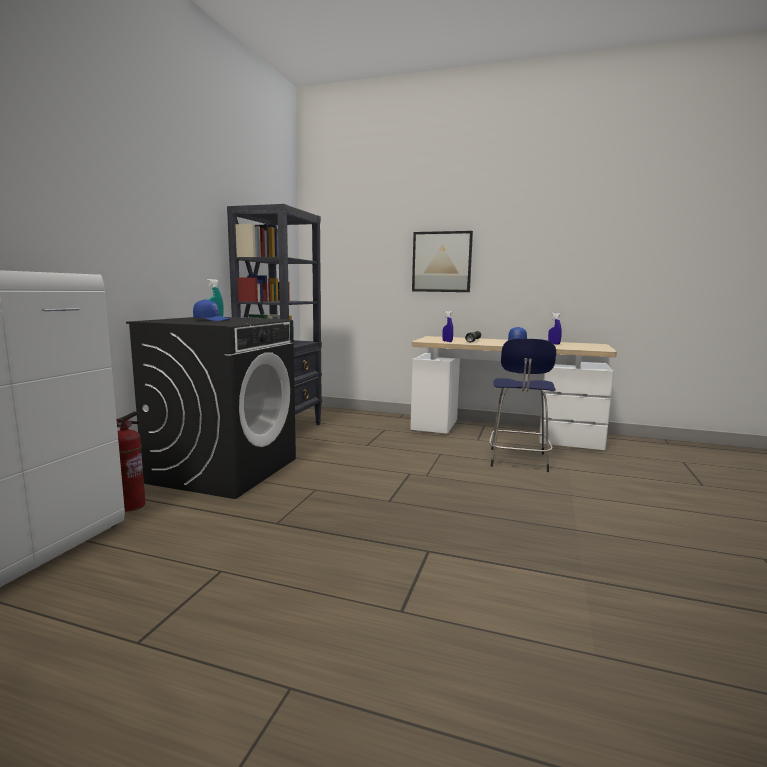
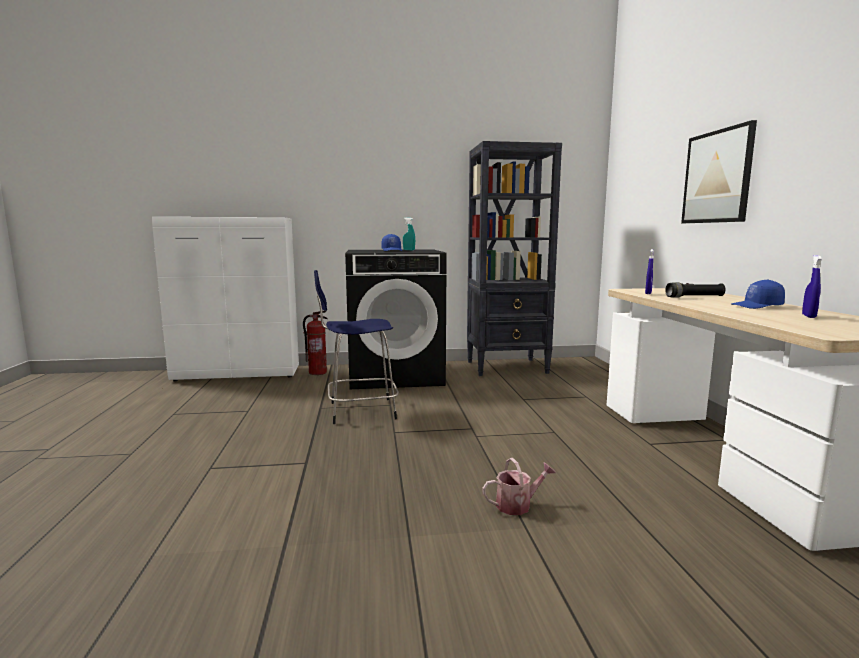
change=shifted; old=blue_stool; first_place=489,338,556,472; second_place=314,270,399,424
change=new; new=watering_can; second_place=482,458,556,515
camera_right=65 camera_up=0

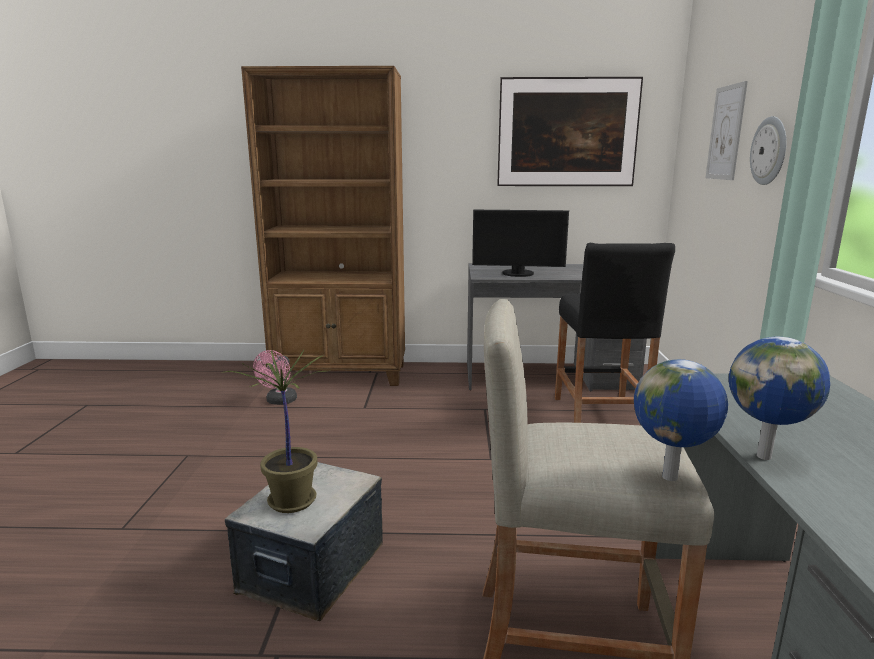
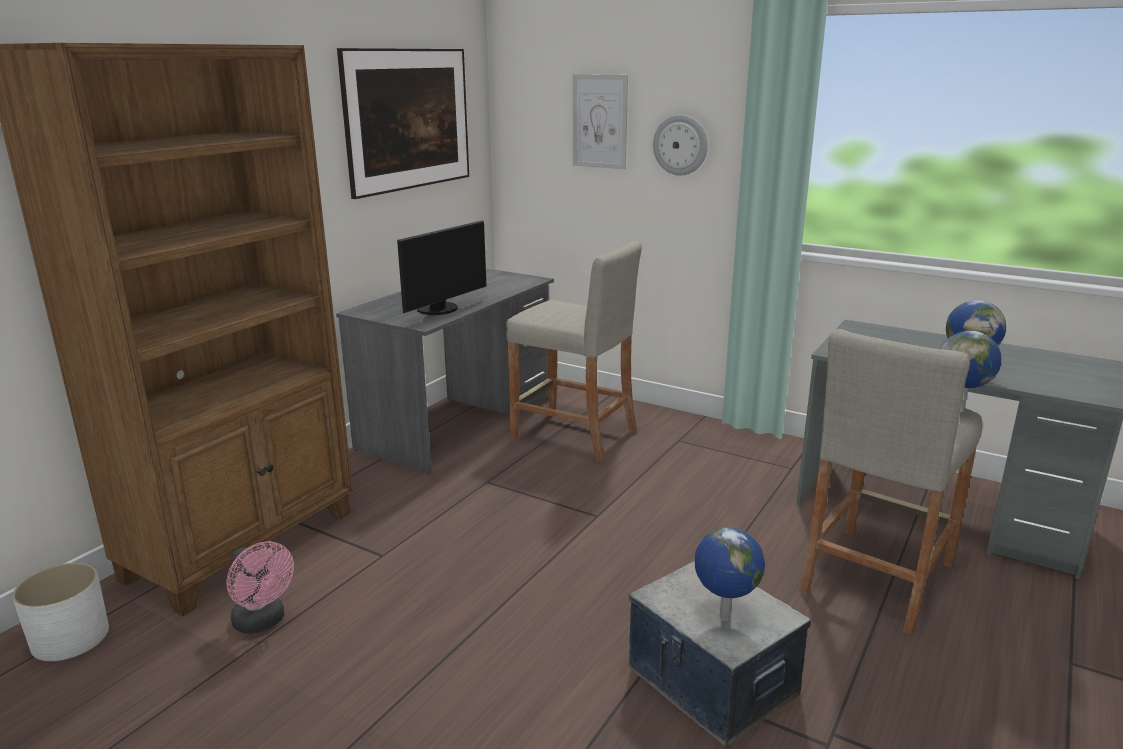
change=swapped; old=potted_plant; new=globe; first_place=221,350,332,513; second_place=695,527,765,621
change=repainted; old=black_stool; new=beige_stool; first_place=555,243,675,423; second_place=506,241,642,462
change=new; new=white_planter; second_place=12,563,109,661
camera_right=-60 camera_up=5

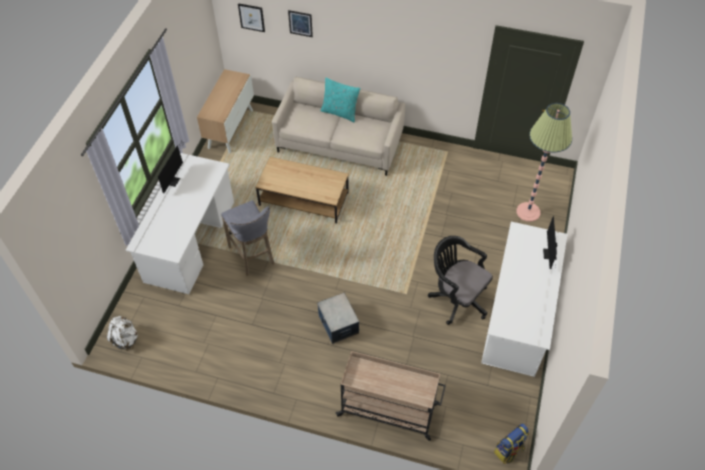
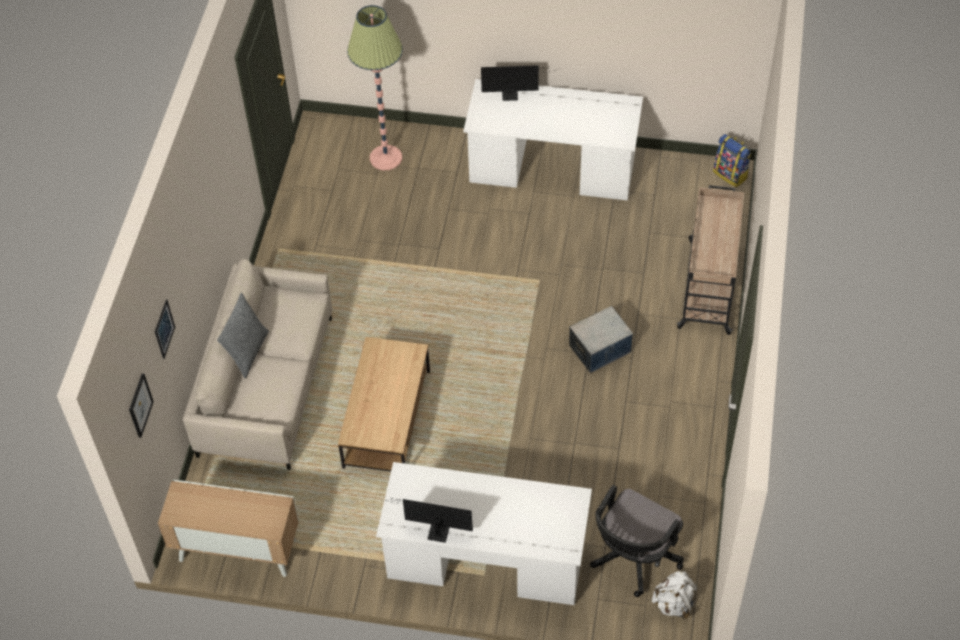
change=gone; old=grey_stool; first_place=221,200,274,276
change=repainted; old=turquoise_pillow; new=grey_pillow; first_place=320,78,360,123; second_place=217,293,269,378
change=shifted; old=black_office_chair; first_place=428,236,493,325; second_place=590,485,684,597
camera_right=-95 camera_up=0

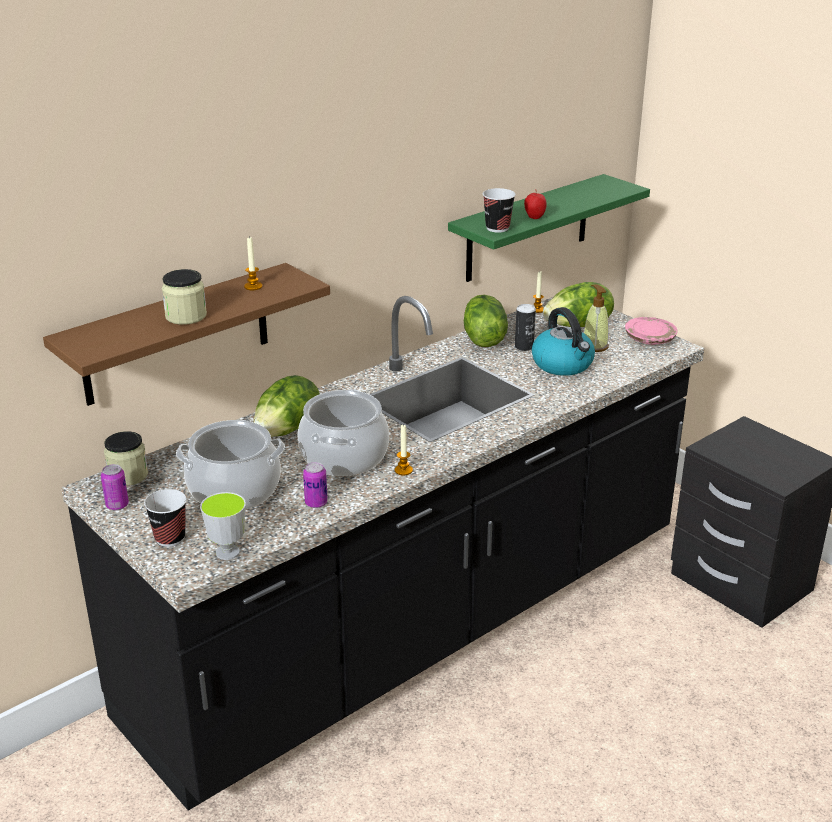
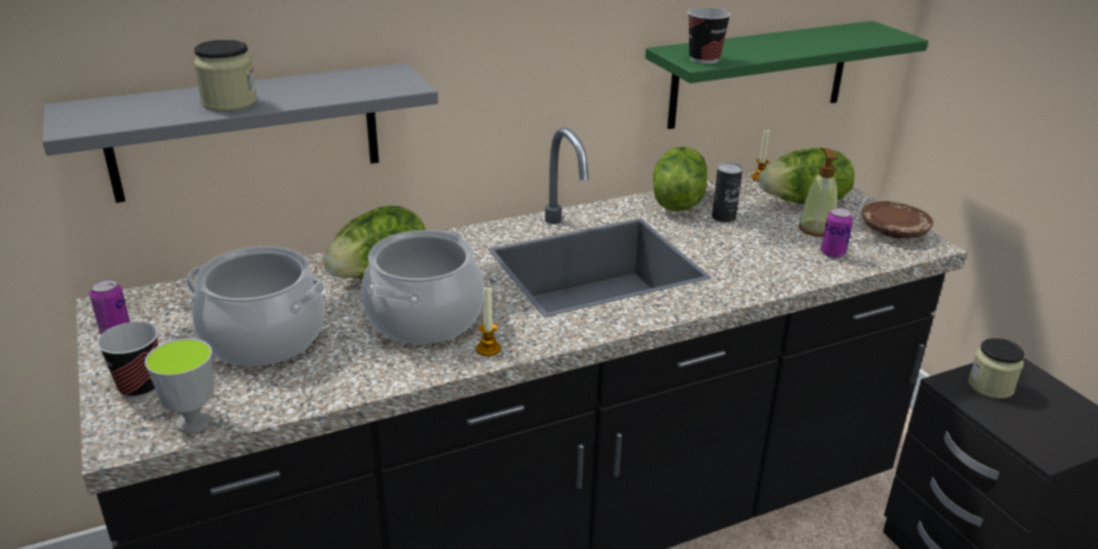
change=repainted; old=brown_shelf; new=grey_shelf; first_place=43,263,330,406; second_place=43,63,438,203
change=shifted; old=jar; first_place=104,431,148,486; second_place=968,338,1025,399
change=gone; old=candle; first_place=244,236,262,290
change=shifted; old=can; first_place=303,462,328,508; second_place=821,208,853,258
change=gone; old=apple; first_place=524,189,546,219
change=gone; old=kettle; first_place=532,307,595,376
change=repainted; old=pink_plate; new=brown_plate; first_place=625,317,678,345; second_place=862,201,933,238
camera_right=15 camera_up=0

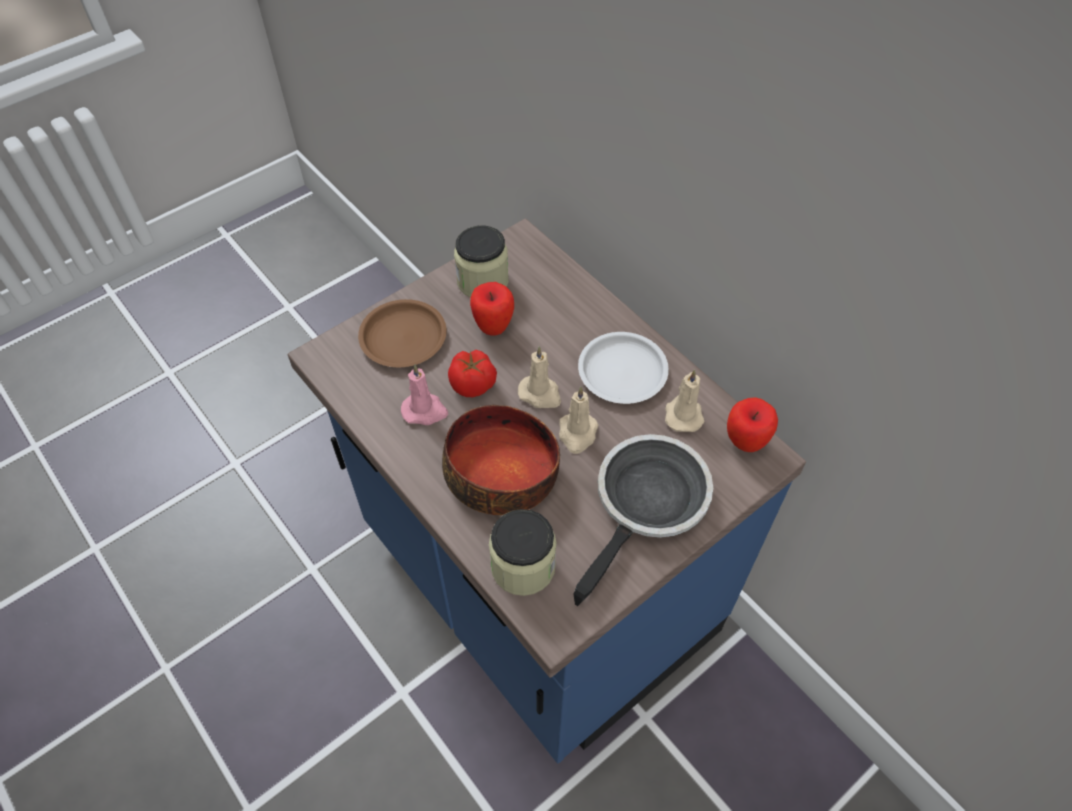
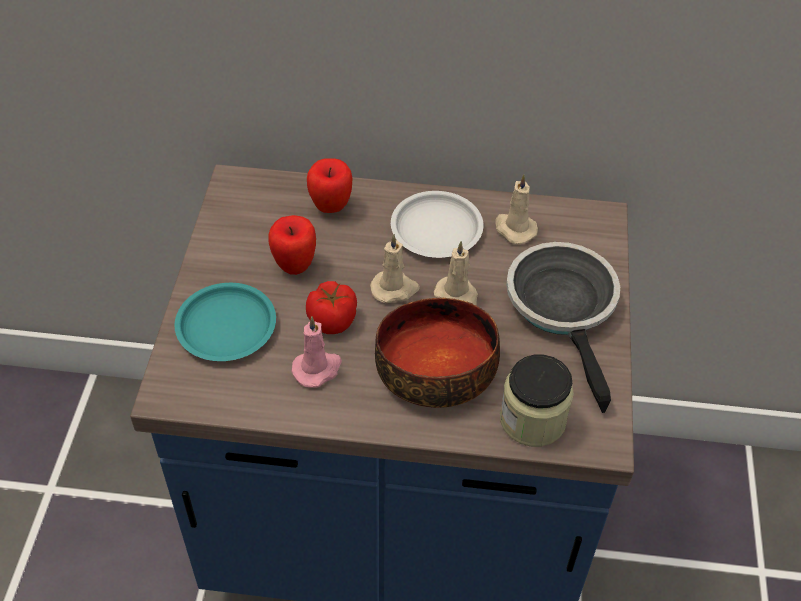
change=repainted; old=brown_plate; new=turquoise_plate; first_place=358,299,446,367; second_place=174,283,276,361
change=gone; old=jar; first_place=454,225,509,298
change=shifted; old=apple; first_place=727,397,778,452; second_place=307,158,352,213
camera_right=-45 camera_up=-5

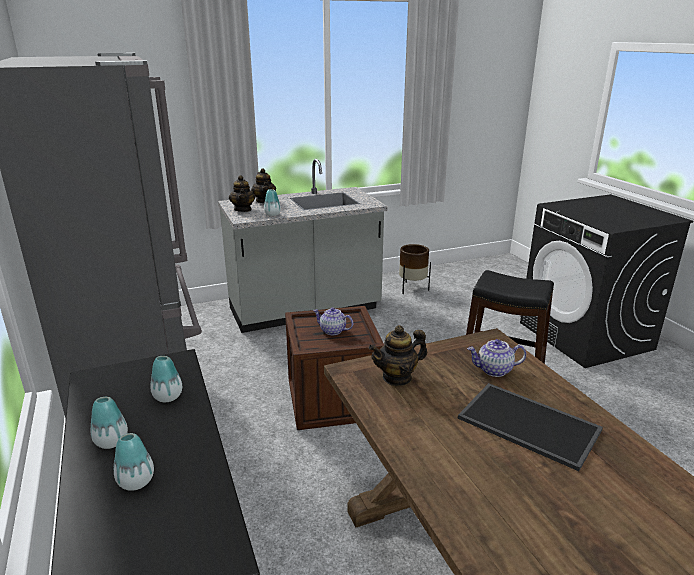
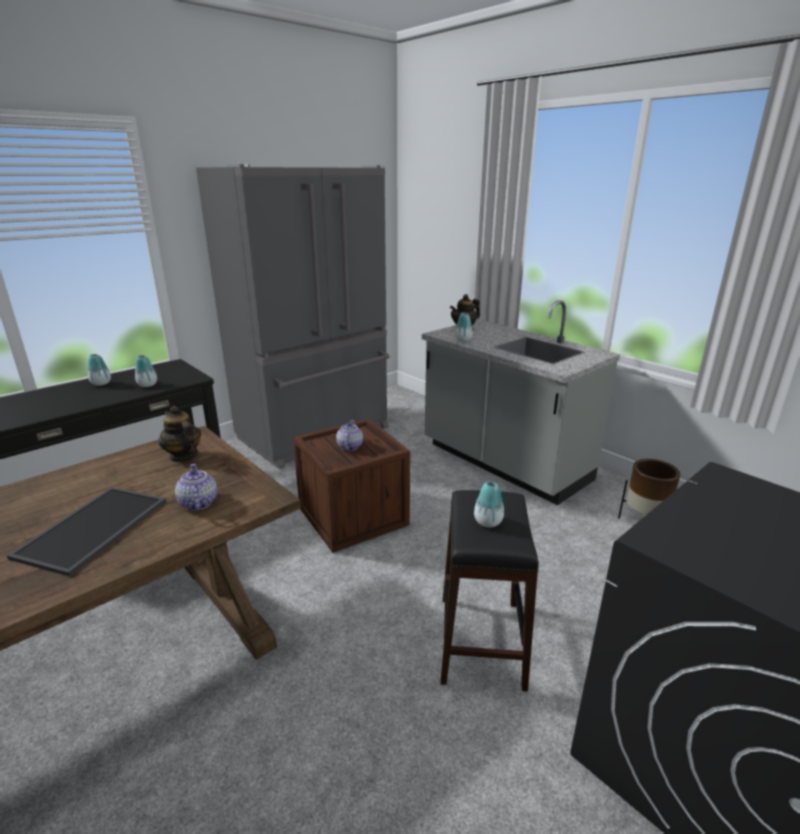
change=shifted; old=vase; first_place=114,433,154,491; second_place=474,481,504,527
change=gone; old=teapot; first_place=251,168,276,203
camera_right=70 camera_up=0

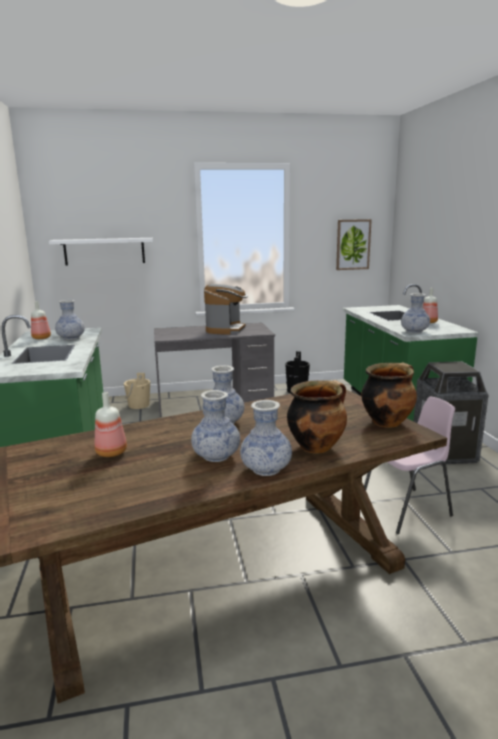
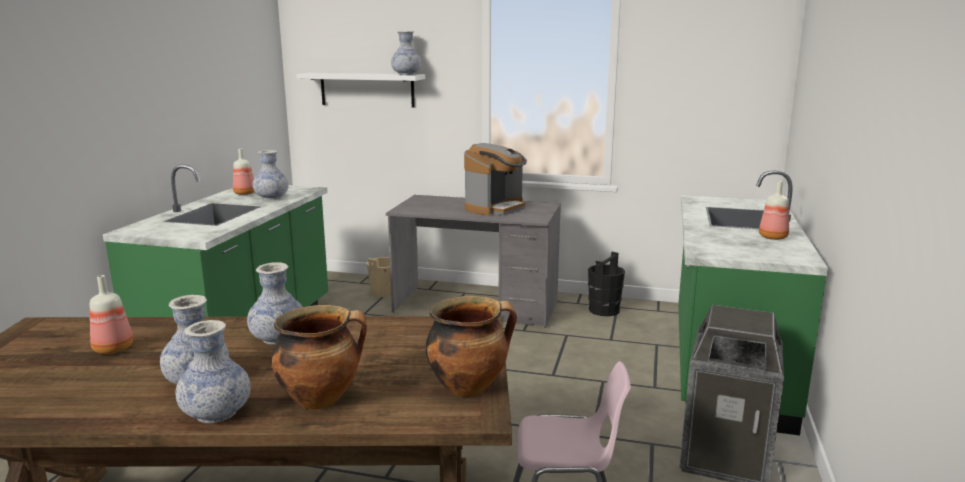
change=gone; old=picture; first_place=336,219,372,270
change=shifted; old=vase; first_place=401,293,430,333; second_place=391,31,422,75
camera_right=25 camera_up=0

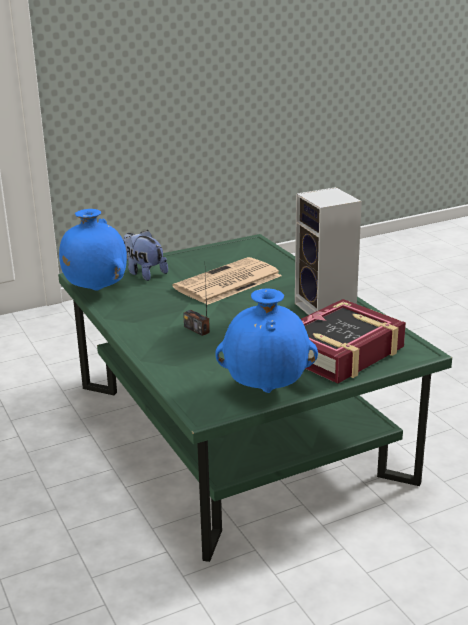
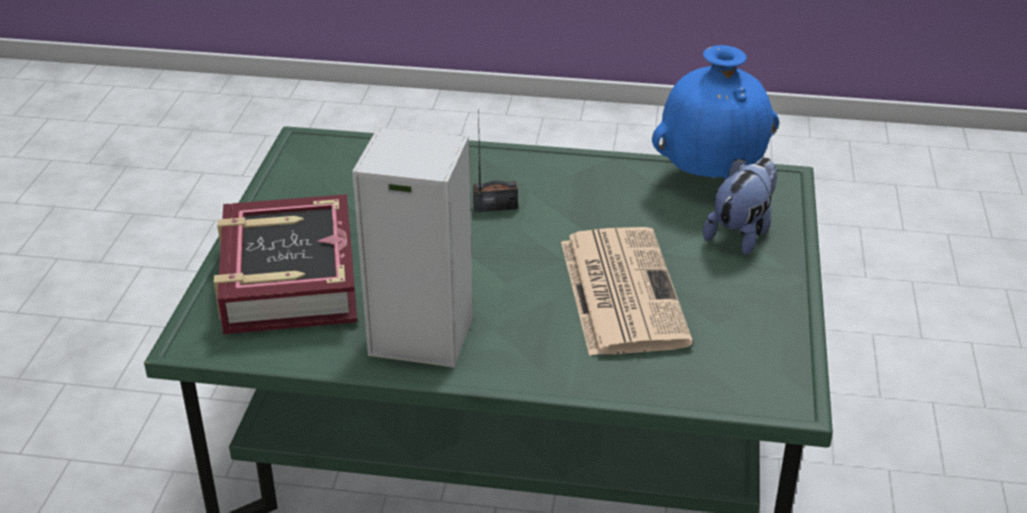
change=rotated; old=plush_toy; first_place=123,230,168,281; second_place=703,158,778,255; degrees=-45
change=gone; old=blue_vase; first_place=215,289,318,393
camera_right=125 camera_up=10

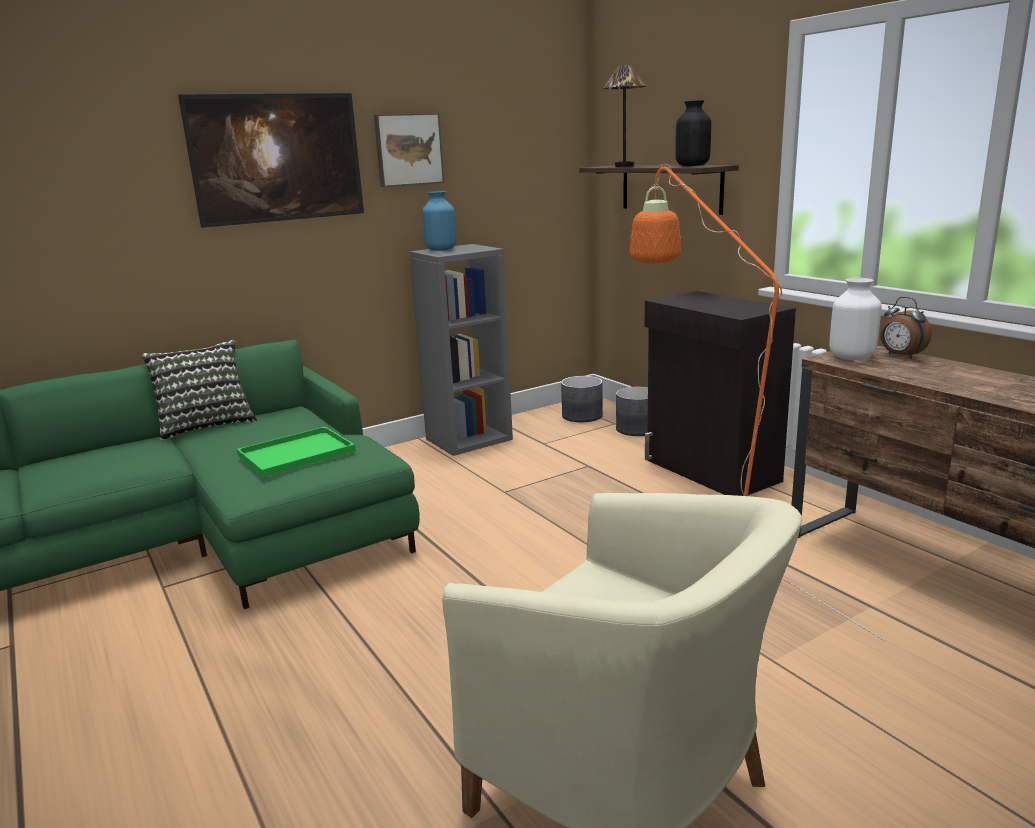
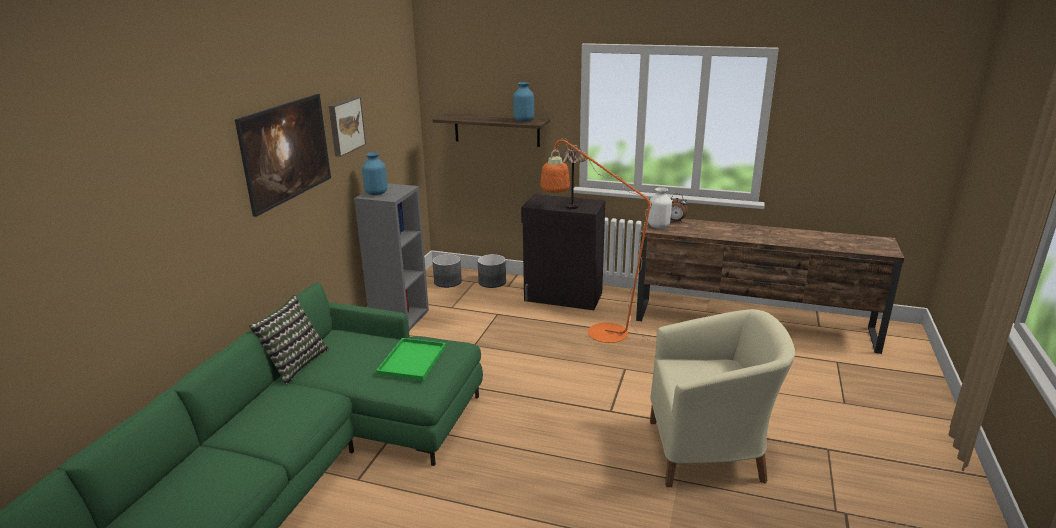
change=shifted; old=table_lamp; first_place=603,65,647,167; second_place=560,144,588,209
change=repainted; old=black_vase; new=blue_vase; first_place=675,100,711,166; second_place=513,82,534,122
camera_right=-40 camera_up=5

